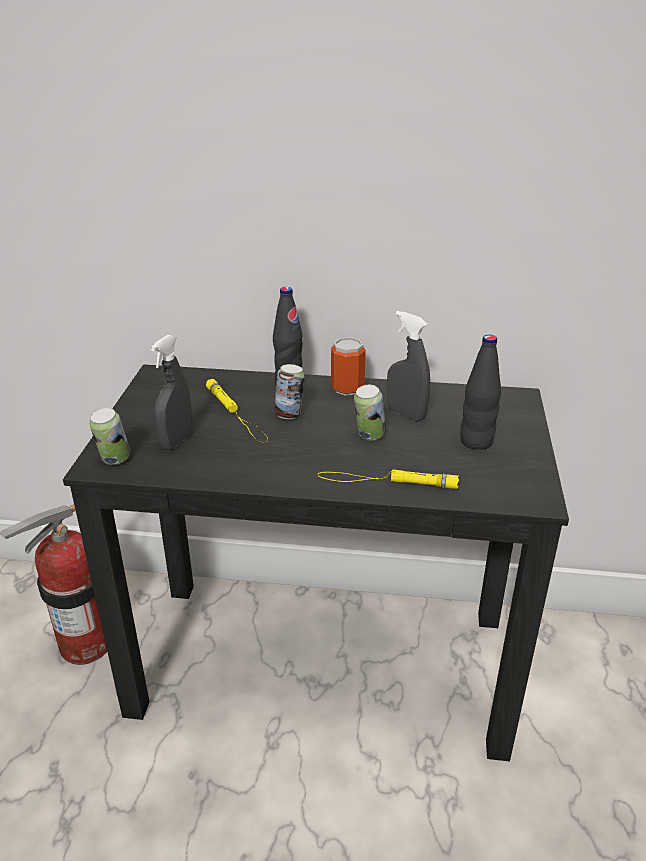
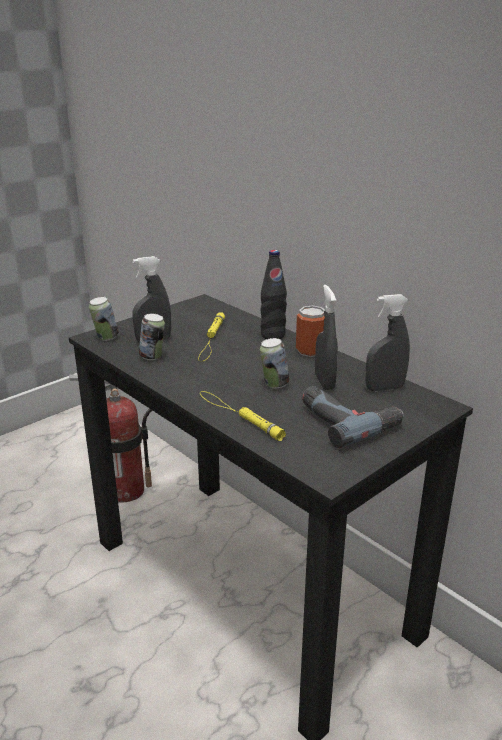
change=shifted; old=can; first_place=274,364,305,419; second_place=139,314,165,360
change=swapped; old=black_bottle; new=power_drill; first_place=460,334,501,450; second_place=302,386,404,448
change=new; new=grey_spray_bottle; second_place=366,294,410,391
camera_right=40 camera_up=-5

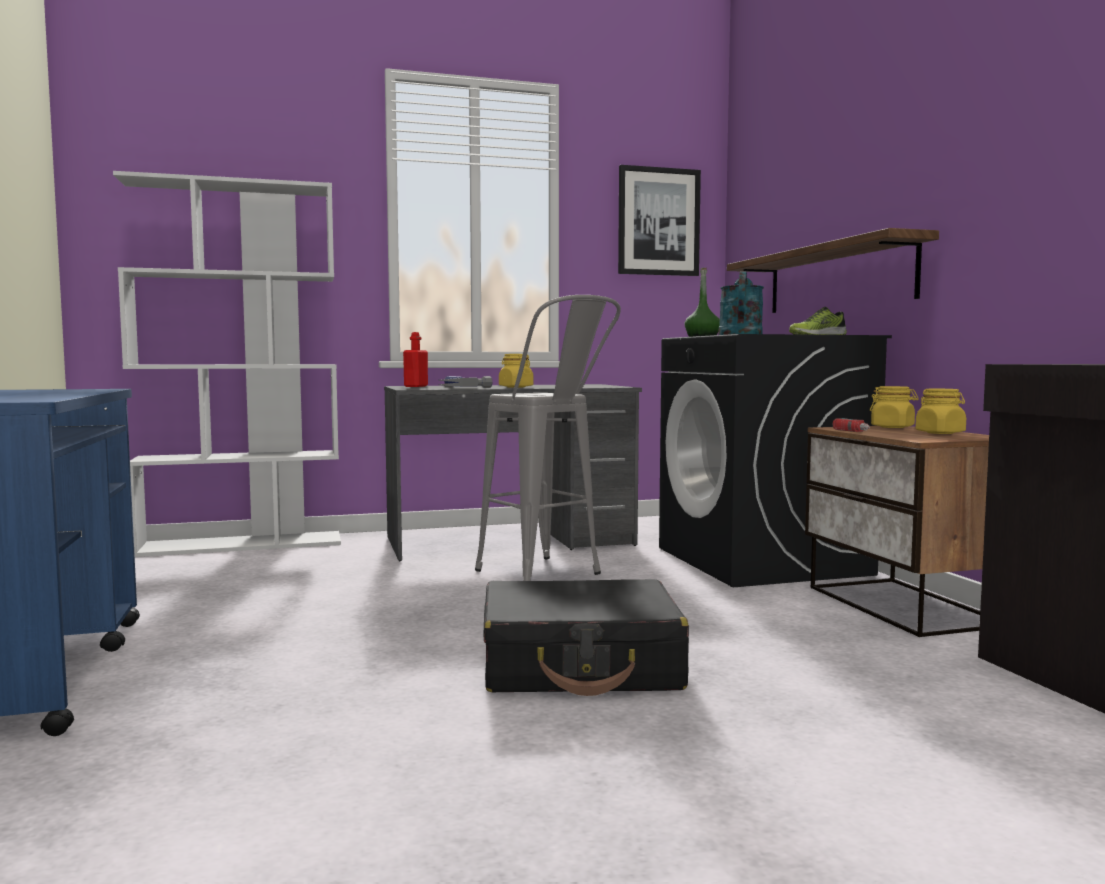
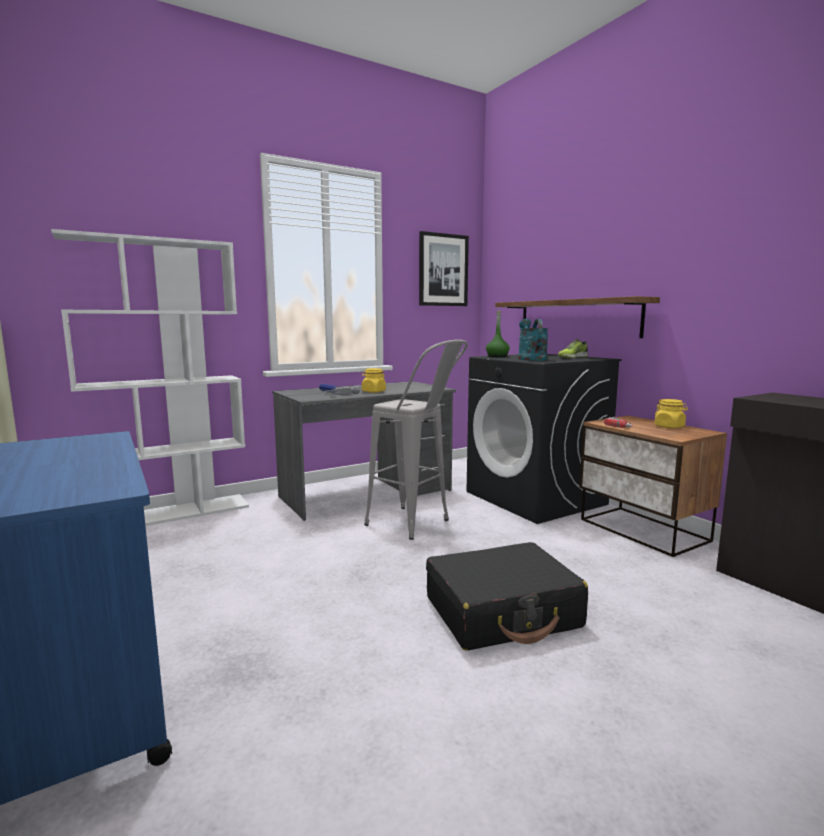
change=gone; old=red_bottle; first_place=403,332,428,387
change=gone; old=yellow_jar; first_place=870,386,919,428
camera_right=-15 camera_up=5

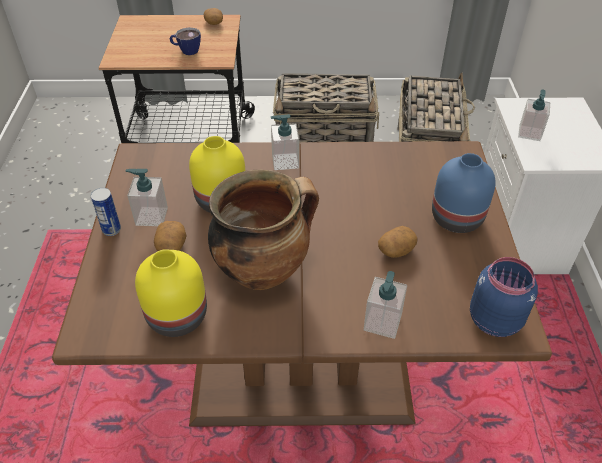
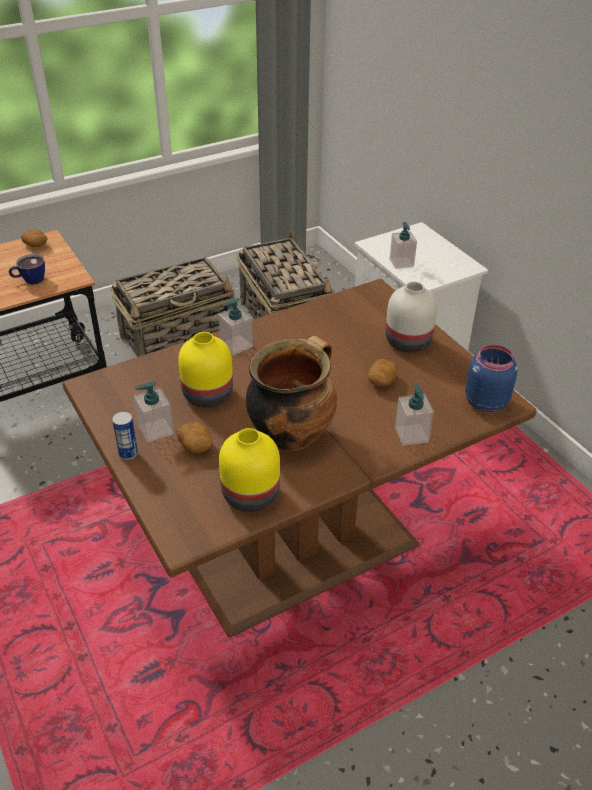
change=repainted; old=blue_vase; new=white_vase; first_place=432,153,496,233; second_place=386,282,437,353
camera_right=-30 camera_up=-5

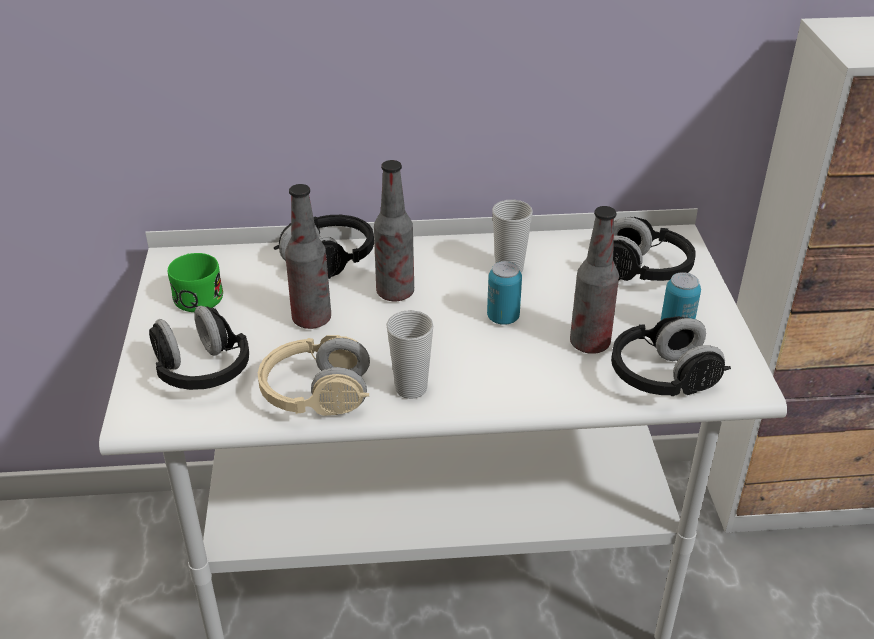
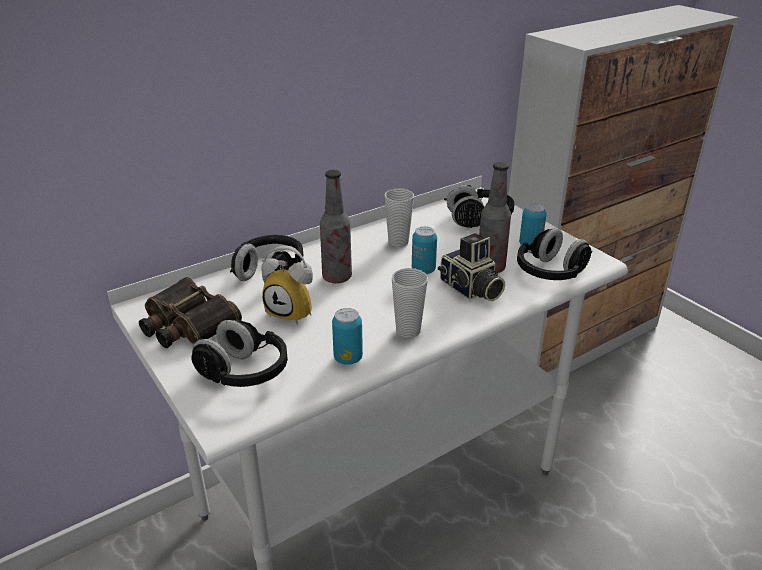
change=swapped; old=green_mug; new=binoculars; first_place=168,253,223,312; second_place=139,277,242,348
change=swapped; old=beige_headphones; new=can; first_place=258,335,370,416; second_place=332,308,363,365
change=swapped; old=bottle; new=alarm_clock; first_place=285,184,331,329; second_place=261,246,313,324
change=new; new=photo_camera; second_place=438,233,505,301
camera_right=-30 camera_up=-5

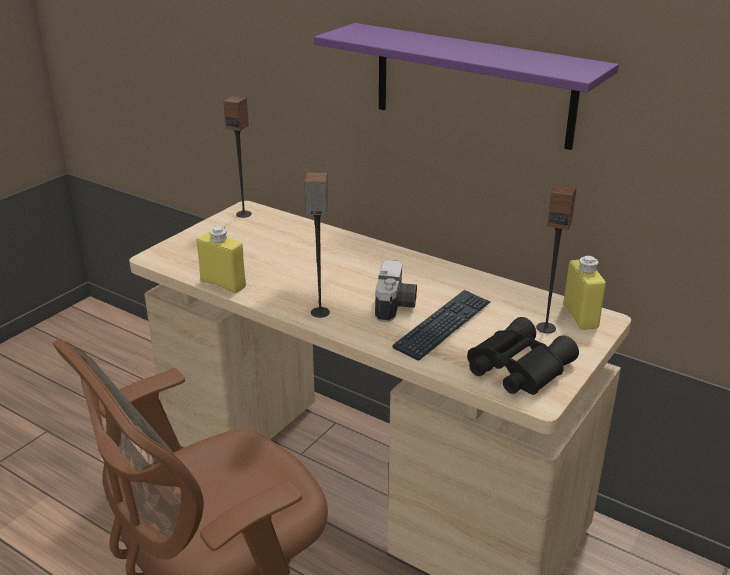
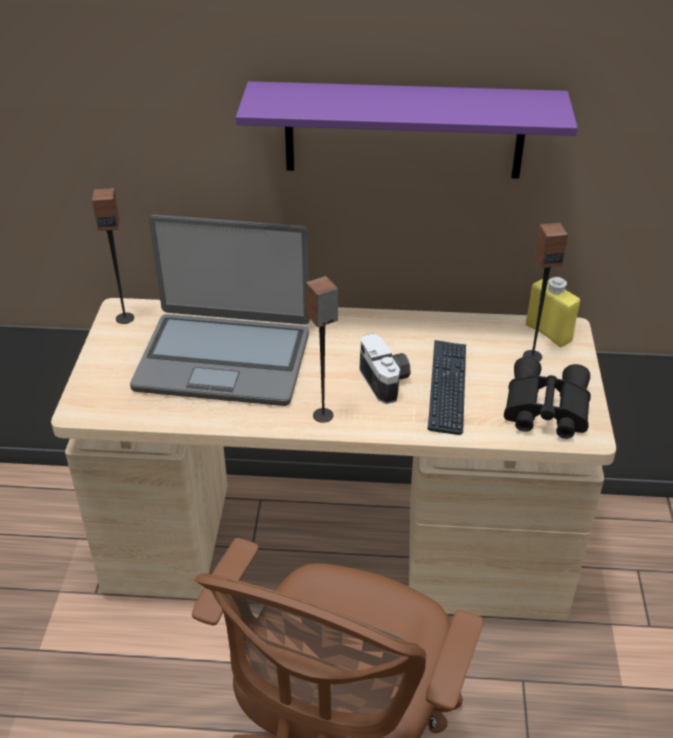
change=gone; old=yellow_bottle; first_place=196,226,246,293
change=new; new=laptop; second_place=130,215,310,406
camera_right=-30 camera_up=10

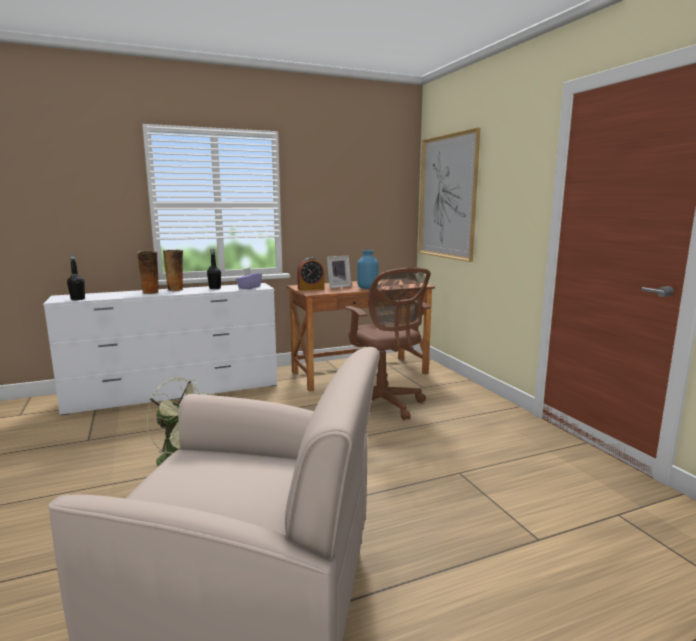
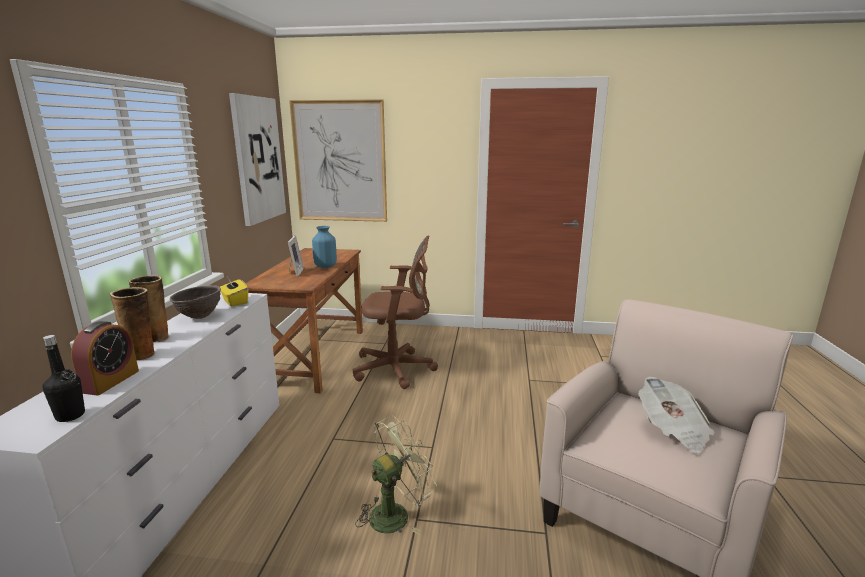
change=swapped; old=black_bottle; new=brown_bowl; first_place=207,249,221,289; second_place=170,285,221,319
change=repainted; old=purple_tissue_box; new=yellow_tissue_box; first_place=236,268,262,289; second_place=220,278,248,307
change=shifted; old=alarm_clock; first_place=297,257,324,291; second_place=71,321,139,395
change=new; new=picture; second_place=229,93,286,226
change=new; new=newspaper; second_place=639,376,715,454
camera_right=-60 camera_up=5

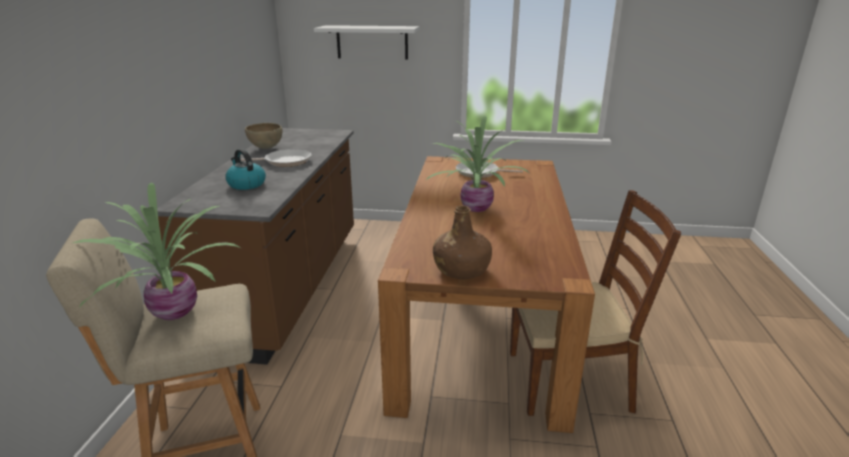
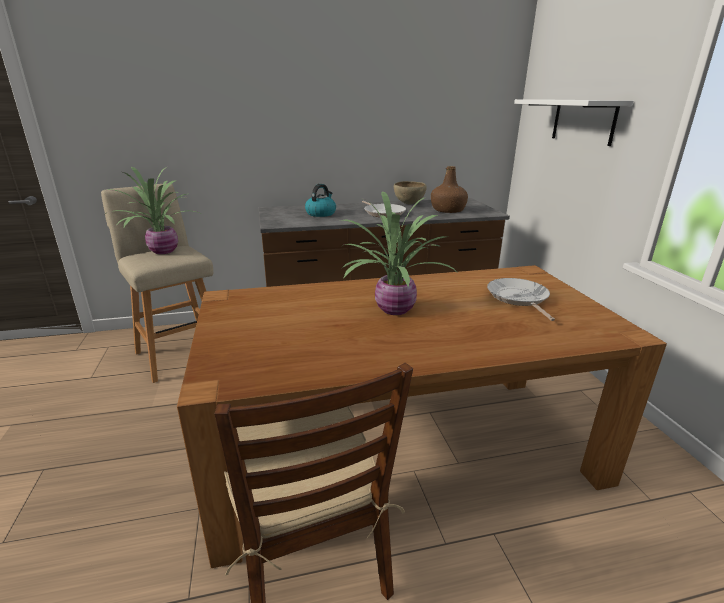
change=shifted; old=brown_bottle; first_place=433,205,492,279; second_place=431,166,468,213
camera_right=70 camera_up=0

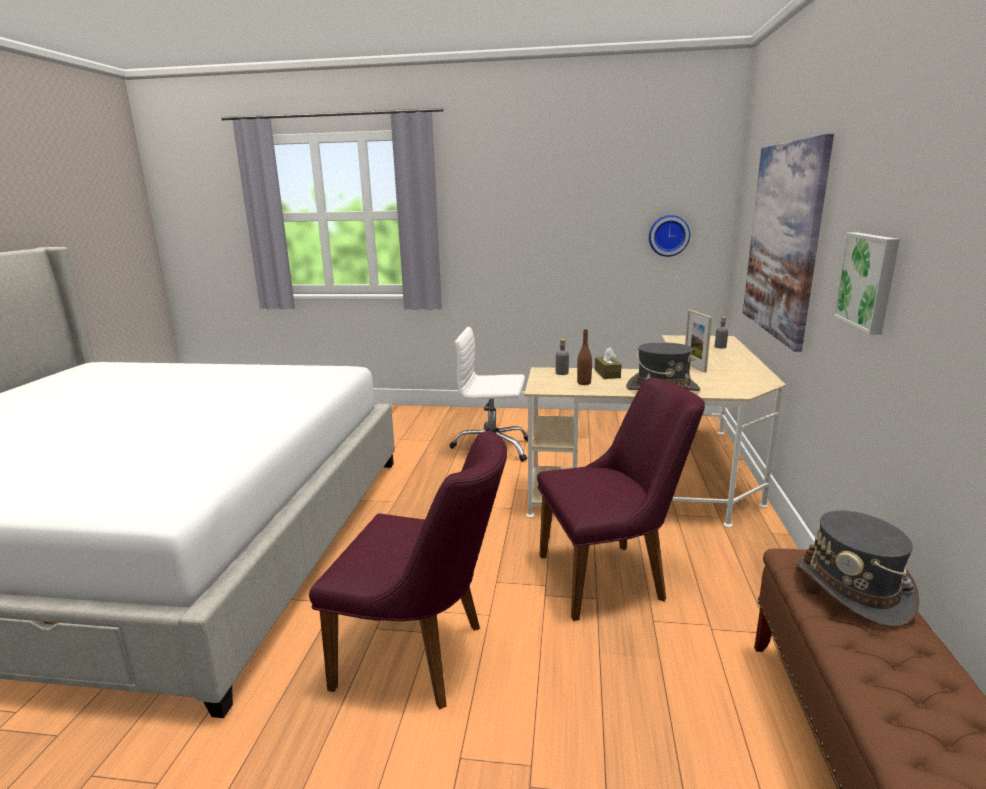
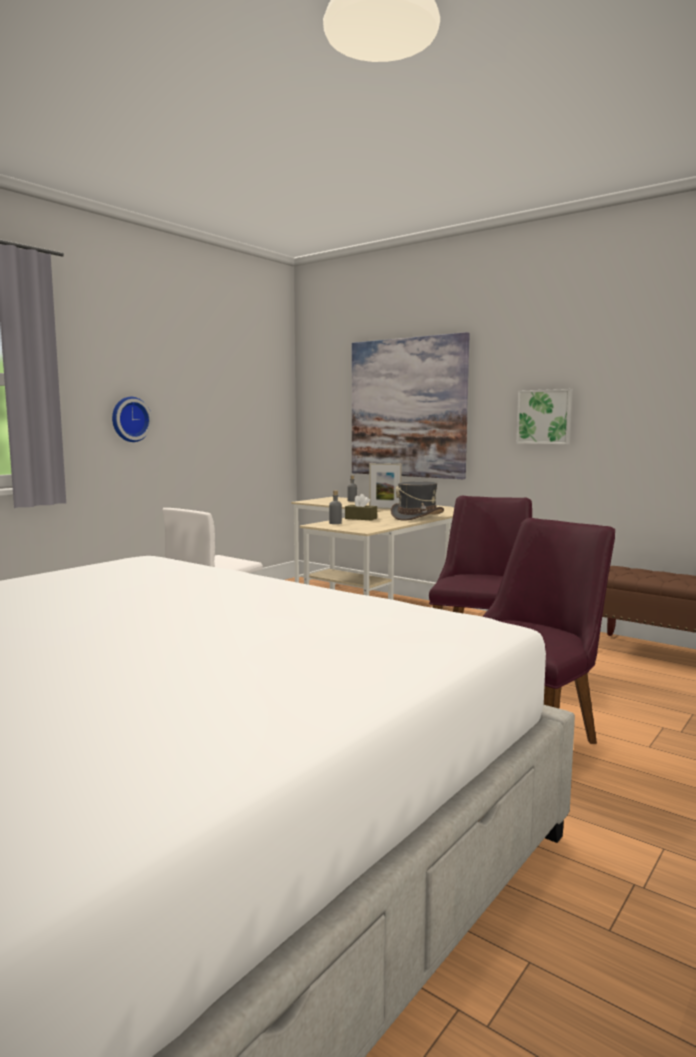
change=gone; old=brown_bottle; first_place=577,329,592,385
change=shifted; old=wall_clock; first_place=649,215,690,257; second_place=112,397,152,442
change=gone; old=grey_hat; first_place=797,510,919,628
camera_right=-60 camera_up=-10

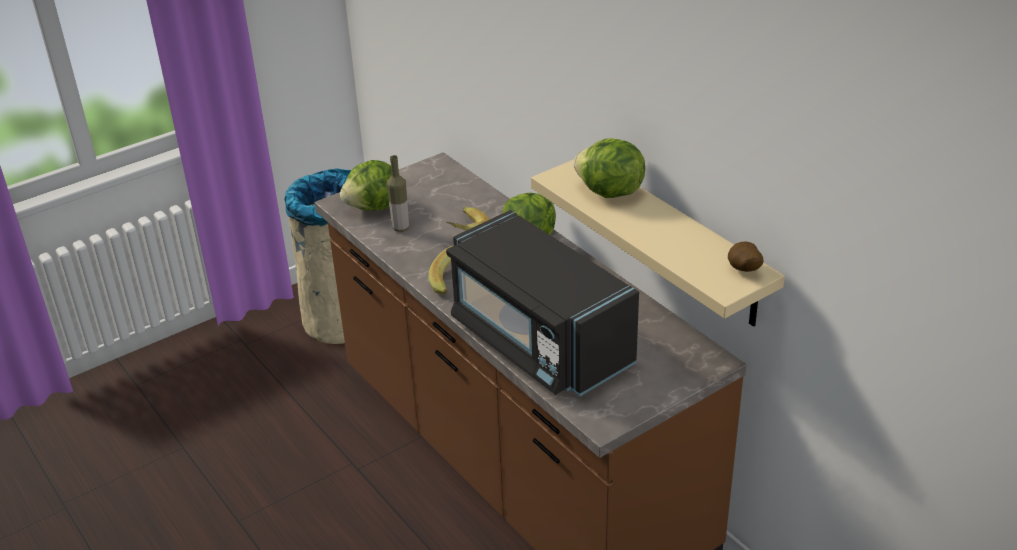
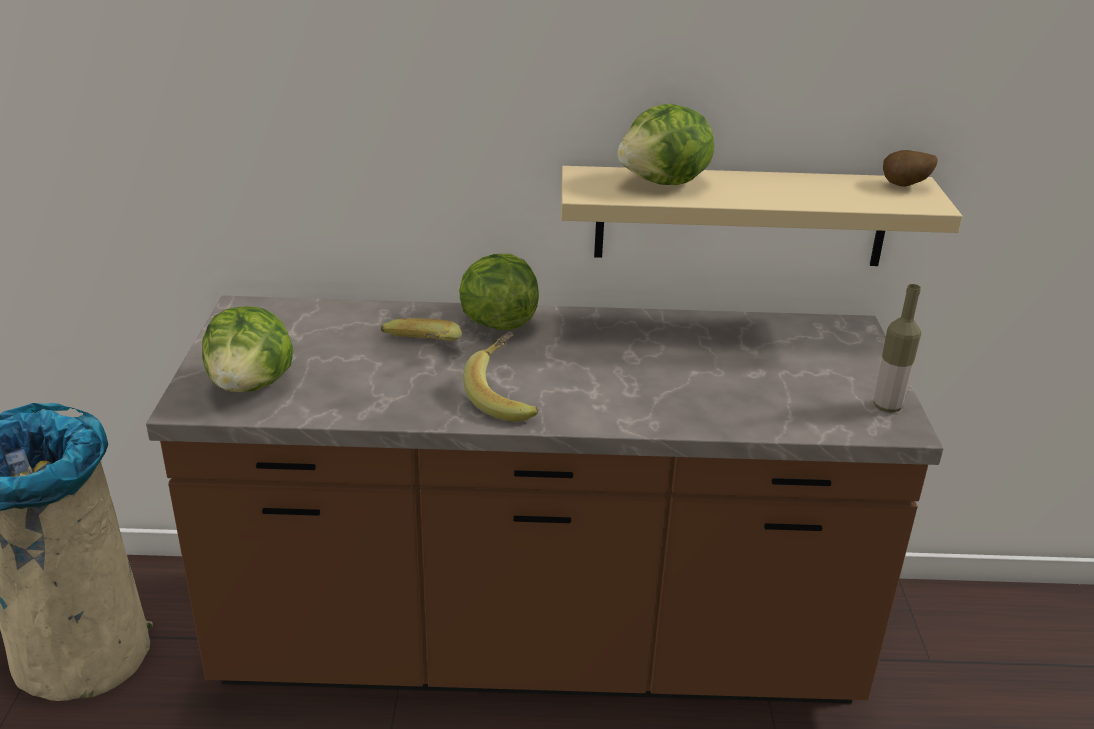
change=shifted; old=bottle; first_place=387,155,409,232; second_place=874,284,921,413
change=gone; old=black_microwave; first_place=446,210,639,397
camera_right=-55 camera_up=-5

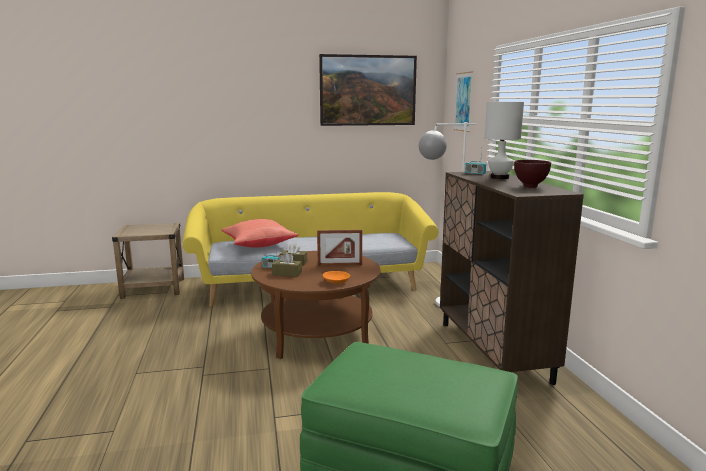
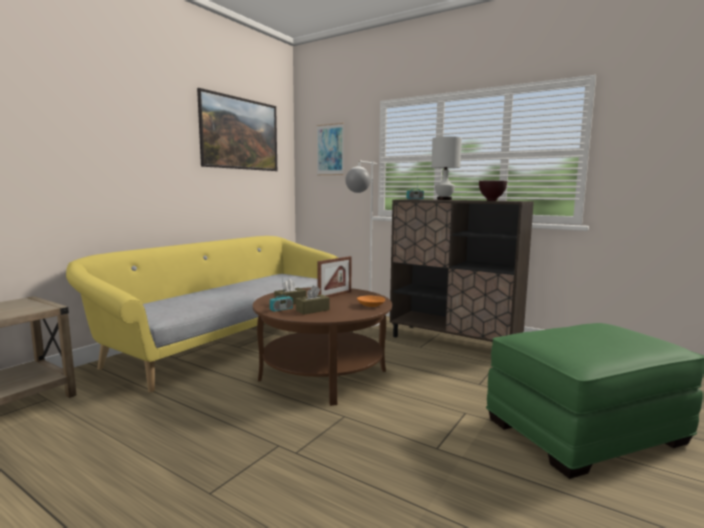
change=gone; old=red_pillow; first_place=221,219,299,248
camera_right=-45 camera_up=-5

